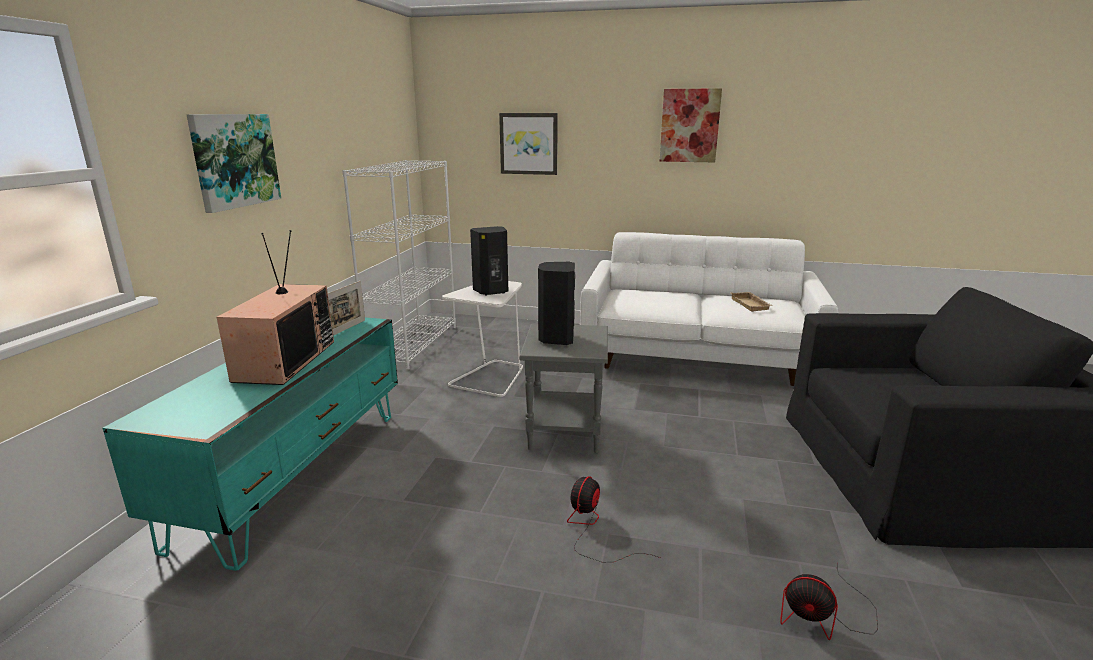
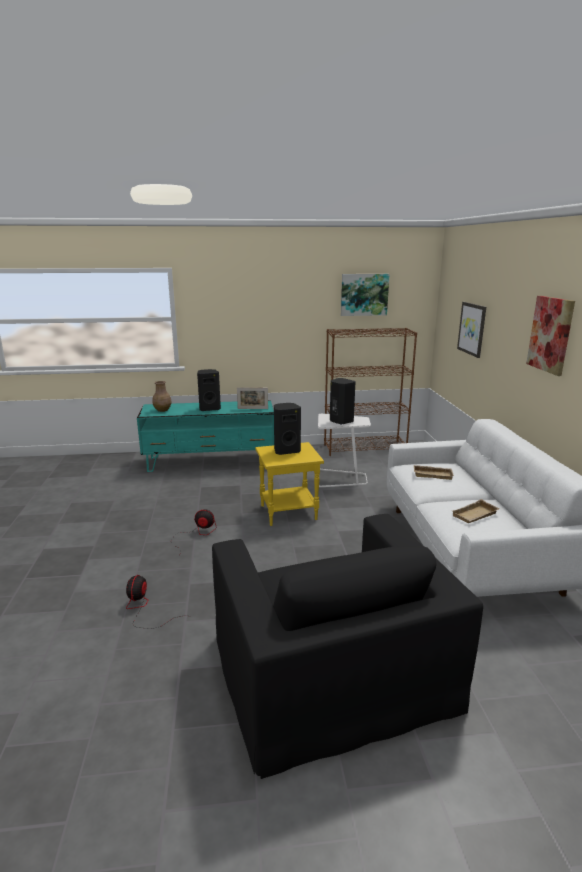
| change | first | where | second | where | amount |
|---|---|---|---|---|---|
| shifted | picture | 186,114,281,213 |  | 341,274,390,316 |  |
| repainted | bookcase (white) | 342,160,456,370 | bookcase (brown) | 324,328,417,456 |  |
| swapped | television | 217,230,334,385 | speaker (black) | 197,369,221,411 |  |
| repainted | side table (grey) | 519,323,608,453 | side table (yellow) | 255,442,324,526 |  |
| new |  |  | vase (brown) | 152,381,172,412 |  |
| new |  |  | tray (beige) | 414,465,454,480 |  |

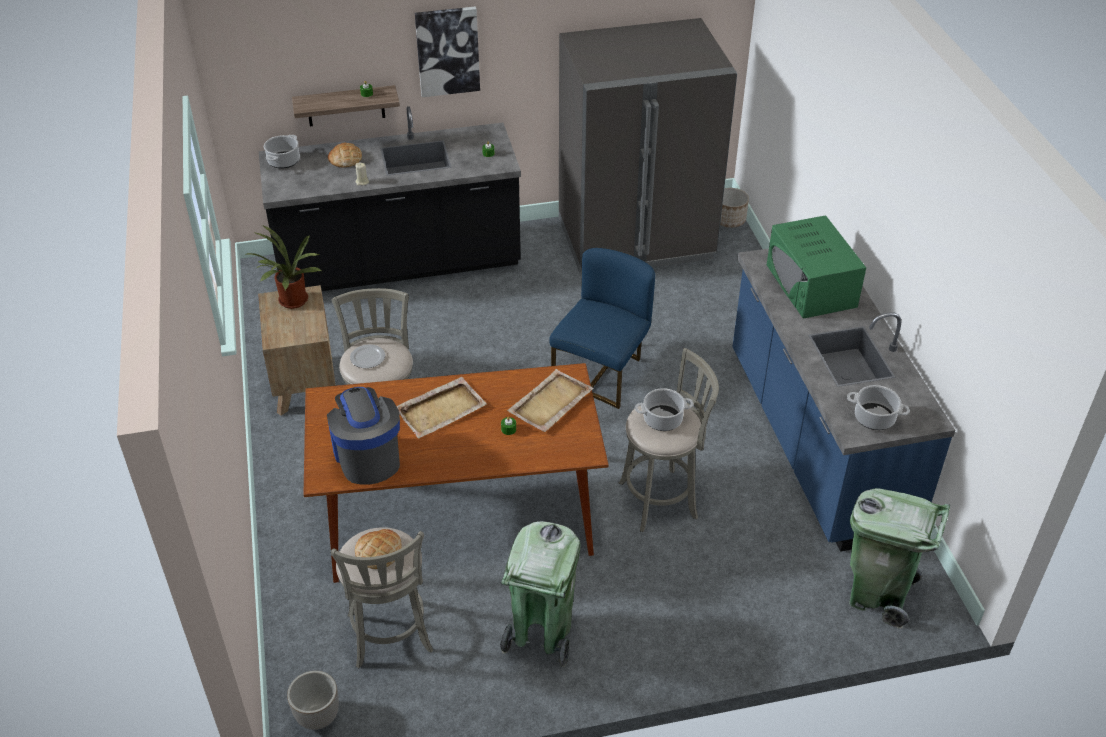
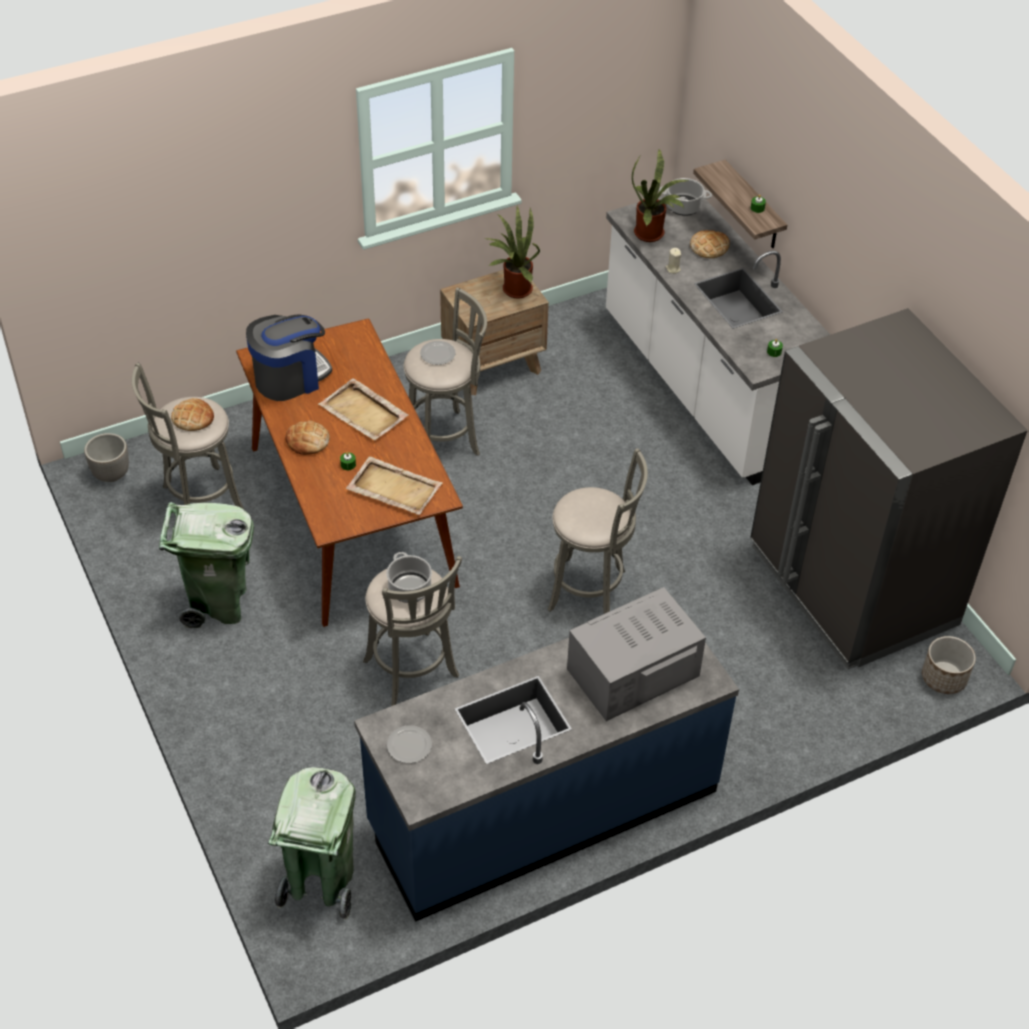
| change | first | where | second | where | amount |
|---|---|---|---|---|---|
| gone | picture | 415,6,480,97 |  |  |  |
| repainted | counter (black) | 259,106,521,291 | counter (white) | 606,195,830,485 |  |
| repainted | microwave (green) | 767,215,866,319 | microwave (grey) | 567,587,706,721 |  |
| swapped | chair (blue) | 549,248,655,409 | stool (grey) | 548,448,648,614 |  |
| swapped | cooking pot | 847,385,910,430 | plate | 387,725,432,763 |  |
| new |  |  | potted plant | 632,148,689,242 |  |
| new |  |  | bread | 285,421,330,455 |  |

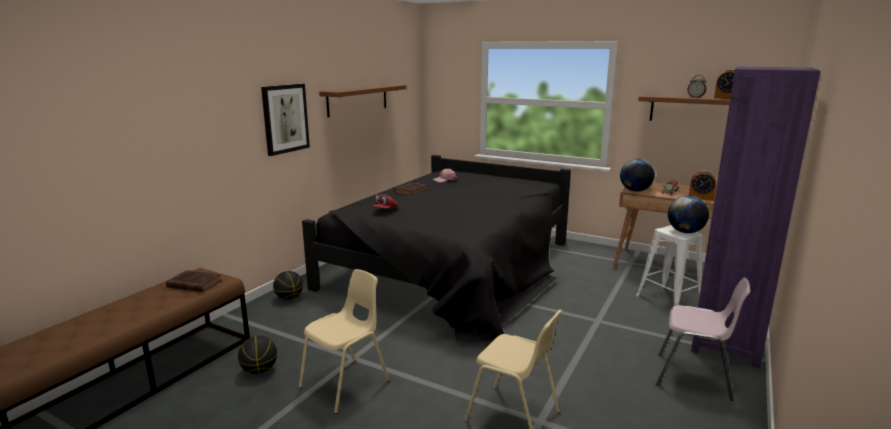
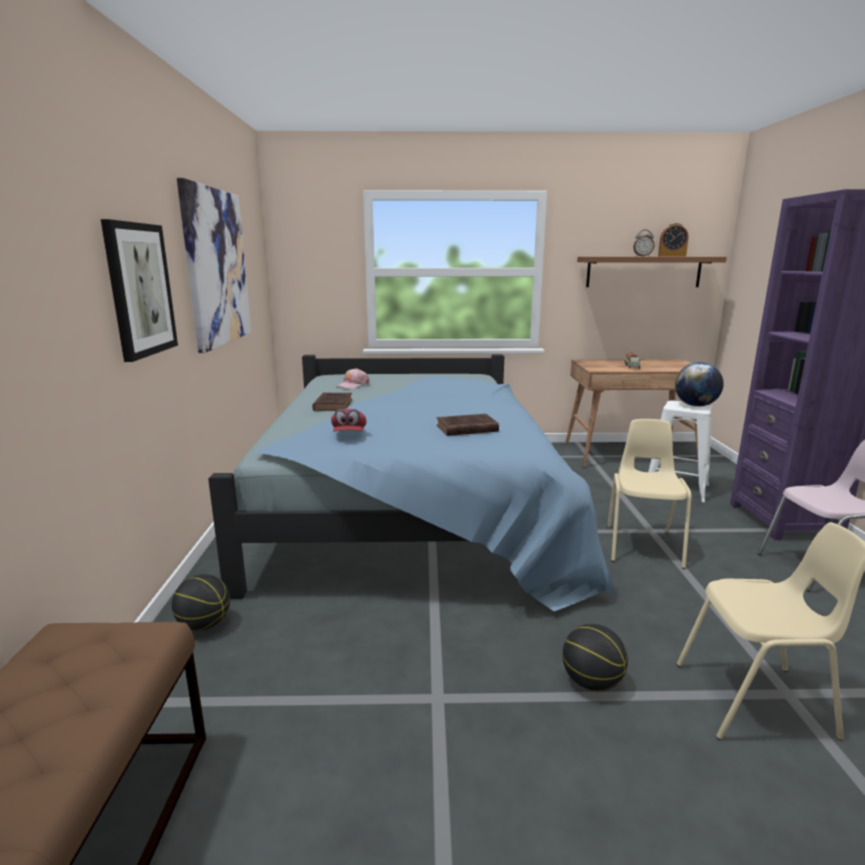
| change | first | where | second | where | amount |
|---|---|---|---|---|---|
| swapped | shelf (brown) | 319,84,406,117 | picture | 177,178,251,353 |  |
| repainted | bed (black) | 302,155,571,341 | bed (blue) | 208,354,615,611 |  |
| gone | globe | 620,159,655,191 |  |  |  |
| gone | alarm clock | 689,170,716,201 |  |  |  |
| shifted | chair (beige) | 299,269,389,414 |  | 607,419,691,569 |  |
| shifted | book (brown) | 166,270,222,292 |  | 437,414,499,436 |  |
| shifted | basketball | 238,336,277,374 |  | 562,624,628,691 |  |

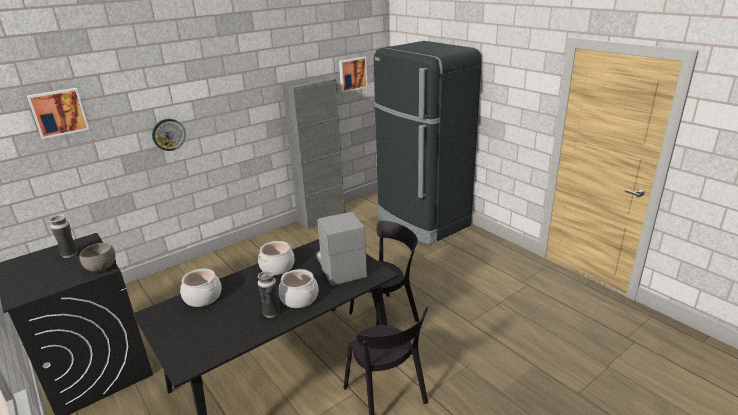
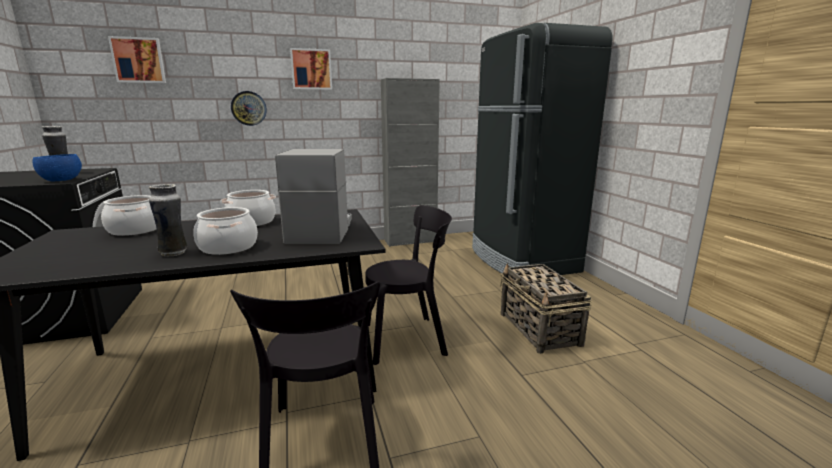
| change | first | where | second | where | amount |
|---|---|---|---|---|---|
| shifted | picture | 339,57,367,93 |  | 290,48,332,90 |  |
| repainted | bowl (grey) | 79,243,116,272 | bowl (blue) | 33,154,82,181 |  |
| new |  |  | basket | 500,263,592,354 |  |

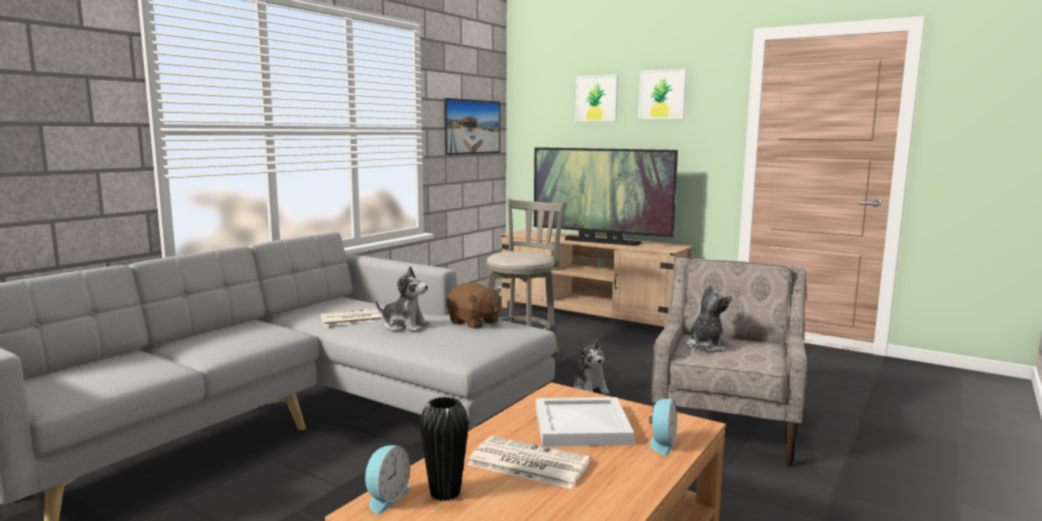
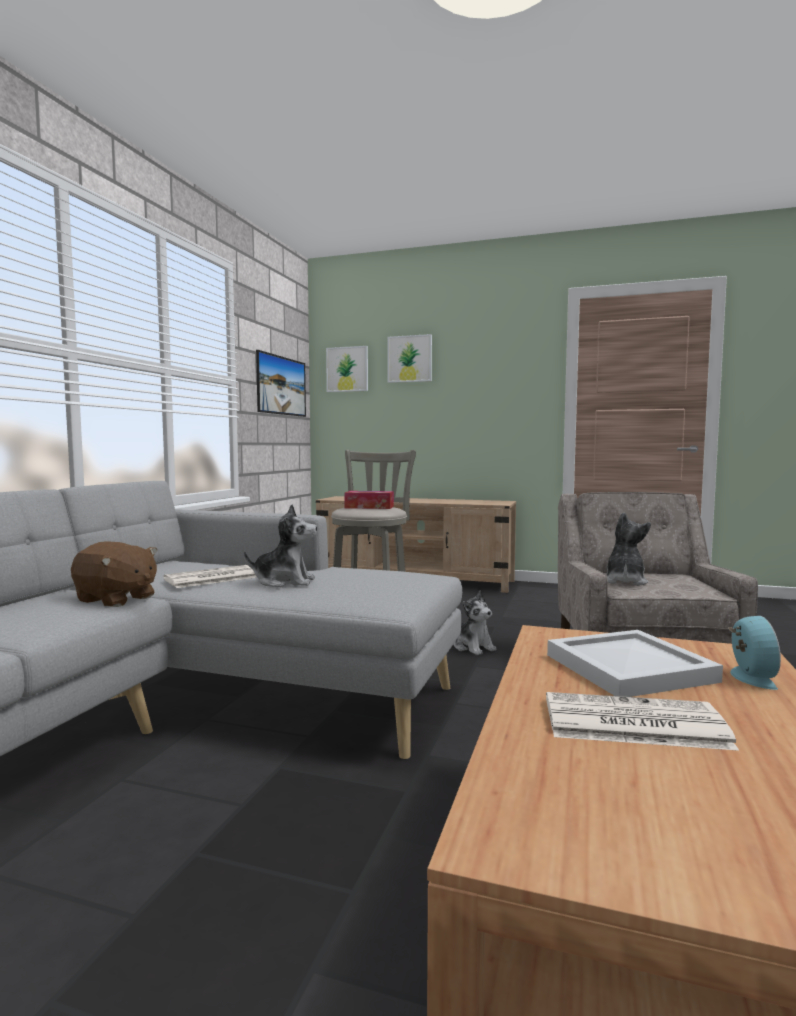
| change | first | where | second | where | amount |
|---|---|---|---|---|---|
| shifted | picture | 638,69,687,119 |  | 326,346,368,392 |  |
| gone | television | 534,147,678,246 |  |  |  |
| shifted | plush toy (brown) | 446,283,501,329 |  | 71,541,157,607 |  |
| gone | vase (black) | 419,397,469,501 |  |  |  |
| gone | alarm clock | 365,445,410,514 |  |  |  |
| new |  |  | tissue box | 344,491,394,509 |  |

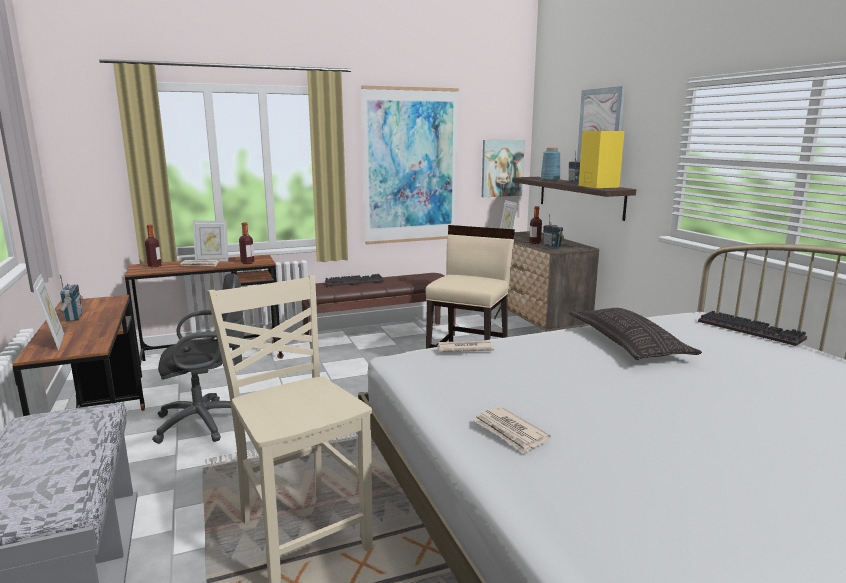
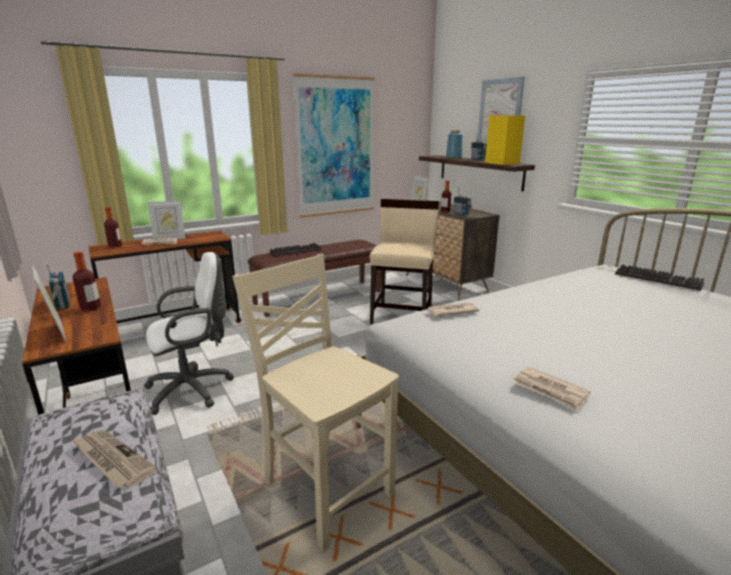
| change | first | where | second | where | amount |
|---|---|---|---|---|---|
| gone | picture | 482,140,525,197 |  |  |  |
| shifted | bottle | 239,222,255,264 |  | 72,252,101,312 |  |
| repainted | office chair (black) | 152,273,244,444 | office chair (white) | 144,252,234,415 |  |
| gone | pillow | 569,308,702,360 |  |  |  |
| new |  |  | newspaper | 72,430,158,488 |  |

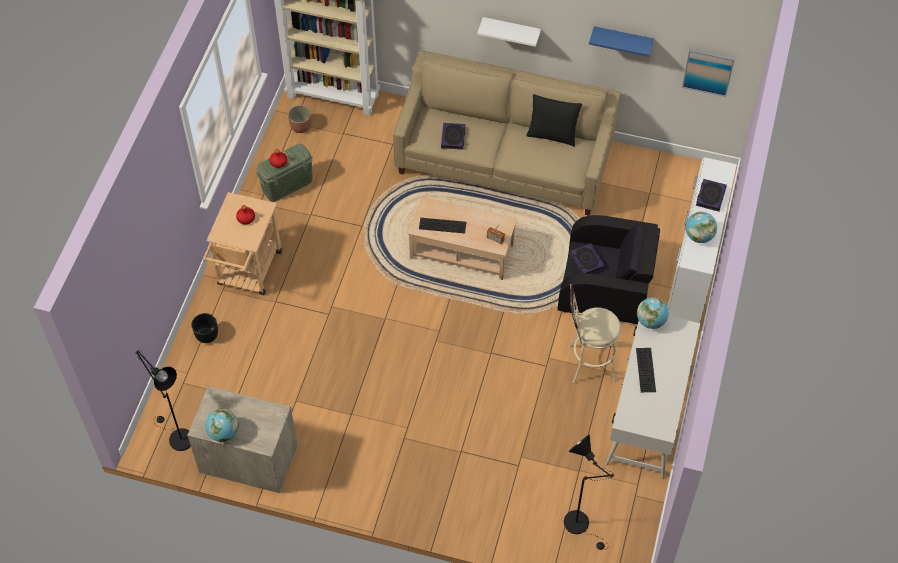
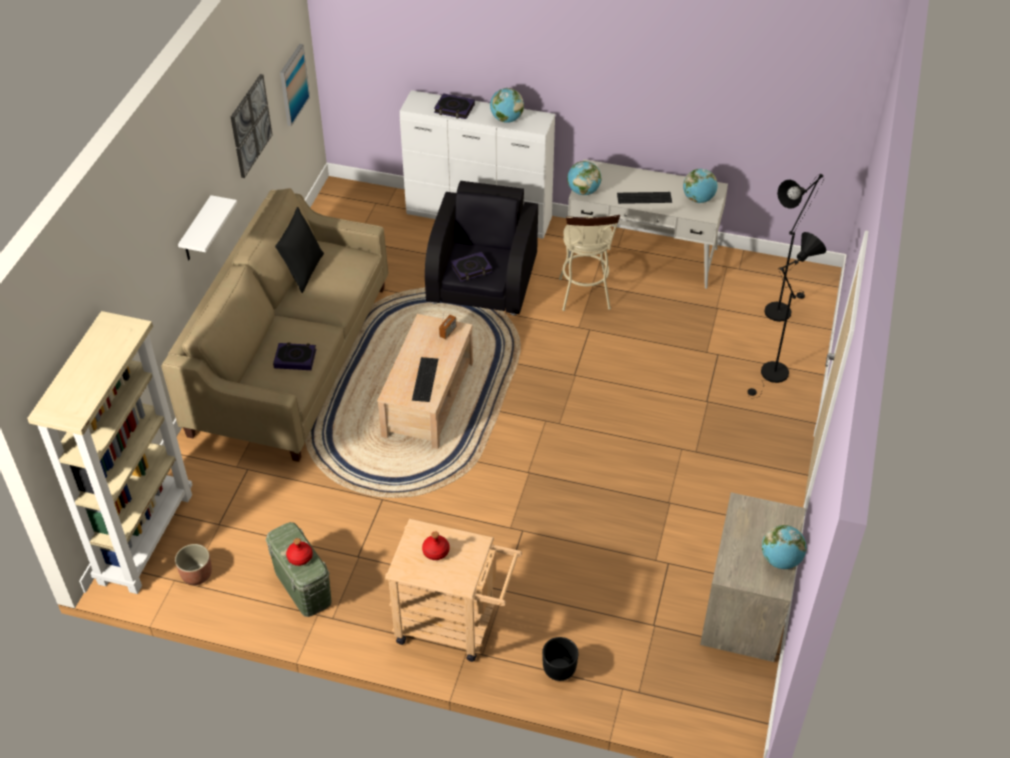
| change | first | where | second | where | amount |
|---|---|---|---|---|---|
| swapped | shelf (blue) | 589,26,654,57 | picture | 231,74,272,178 |  |
| shifted | floor lamp (black) | 136,350,191,451 |  | 747,232,826,399 |  |
| new |  |  | globe | 683,169,718,203 |  |

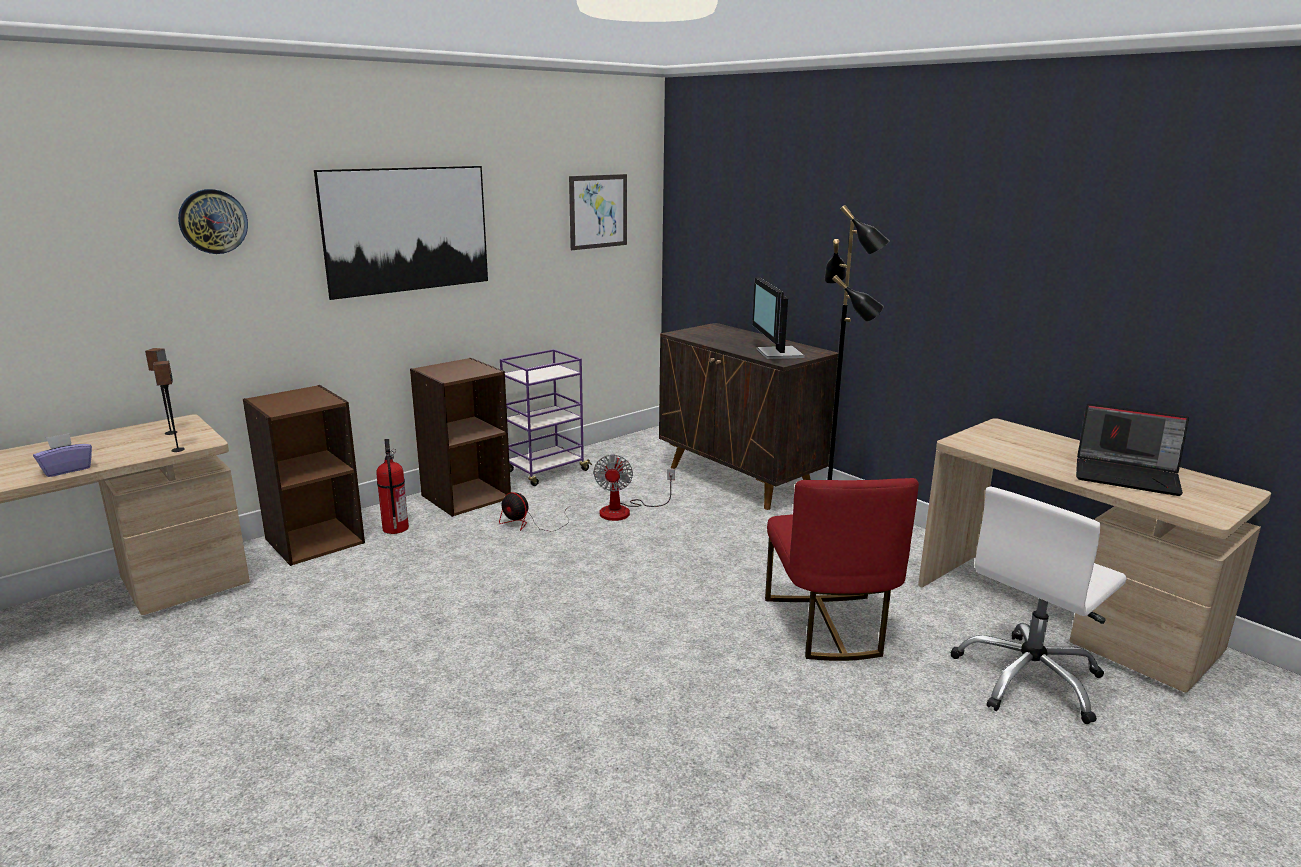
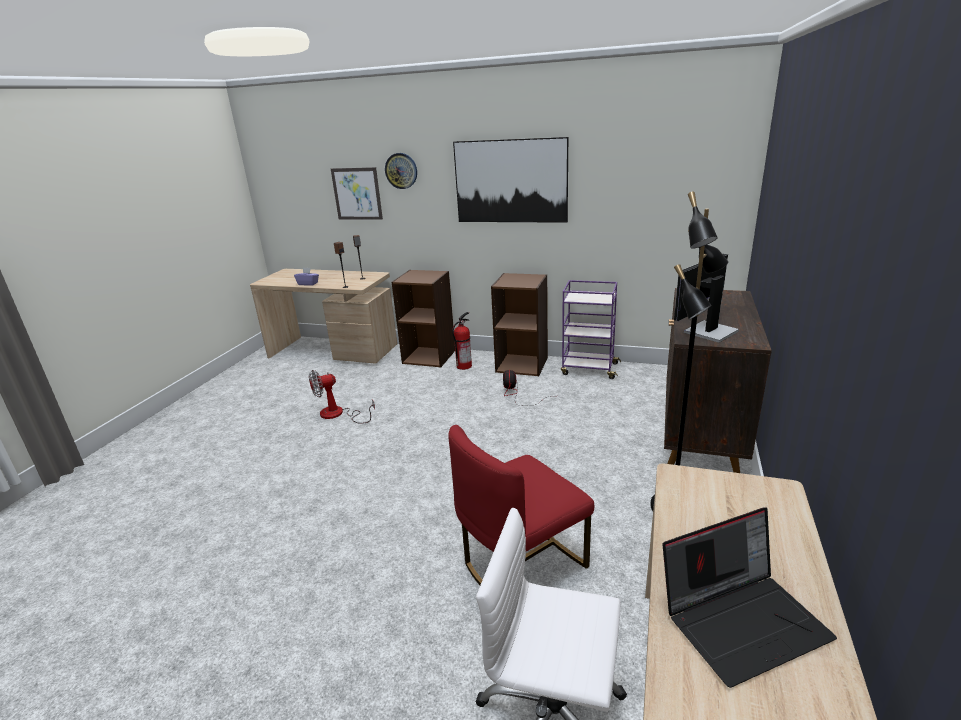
| change | first | where | second | where | amount |
|---|---|---|---|---|---|
| shifted | picture | 569,174,627,250 |  | 331,167,383,220 |  |
| rotated | laptop | 1076,404,1189,496 |  | 663,507,837,688 | 105 degrees counterclockwise |
| shifted | fan | 593,454,675,521 |  | 309,370,375,424 |  |

